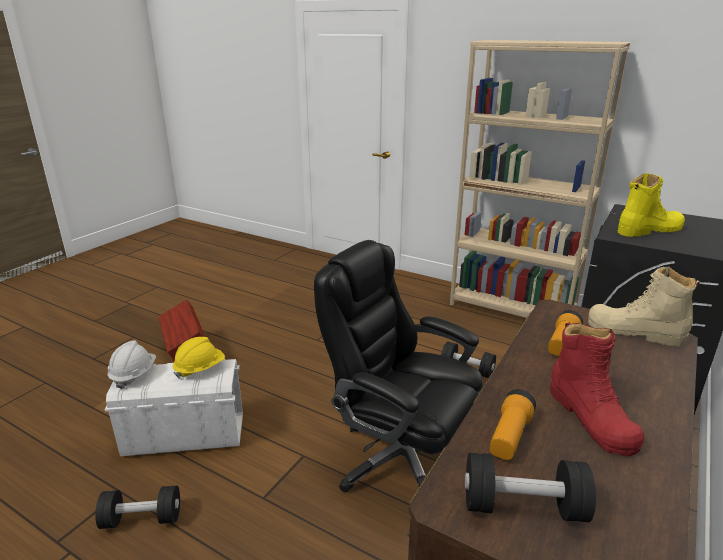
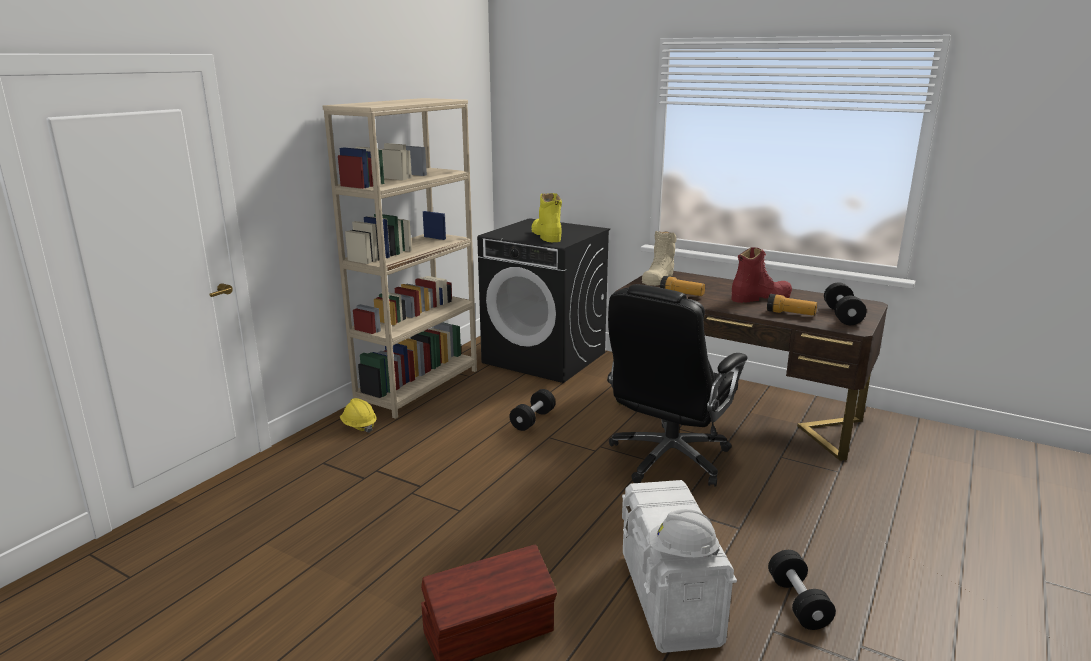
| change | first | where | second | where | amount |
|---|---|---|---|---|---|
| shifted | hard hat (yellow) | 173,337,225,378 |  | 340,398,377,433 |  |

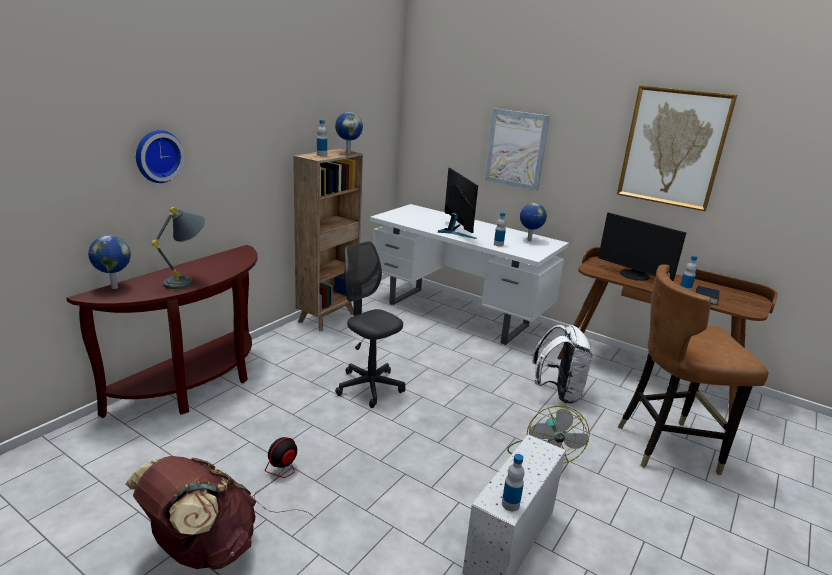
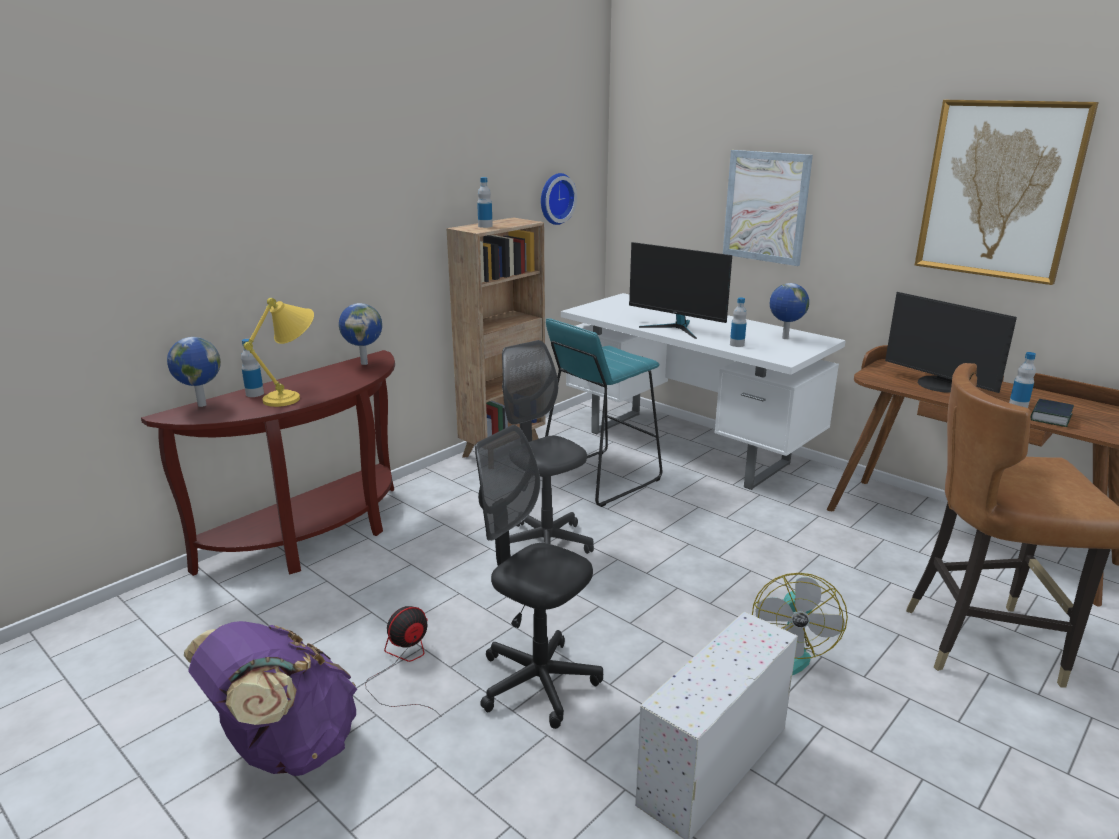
| change | first | where | second | where | amount |
|---|---|---|---|---|---|
| shifted | globe | 335,112,363,154 |  | 339,303,382,365 |  |
| shifted | wall clock | 136,130,185,183 |  | 541,173,577,225 |  |
| rotated | monitor | 438,168,478,239 |  | 629,242,732,339 | 135 degrees clockwise |
| repainted | table lamp (grey) | 151,207,205,289 | table lamp (yellow) | 243,298,314,407 |  |
| gone | backpack (white) | 532,325,593,404 |  |  |  |
| shifted | bottle | 502,454,525,511 |  | 241,339,264,397 |  |
| repainted | backpack (brown) | 126,456,256,570 | backpack (purple) | 184,621,357,776 |  |
| new |  |  | stool (turquoise) | 545,318,662,507 |  |
| new |  |  | office chair (black) | 475,425,603,729 |  |

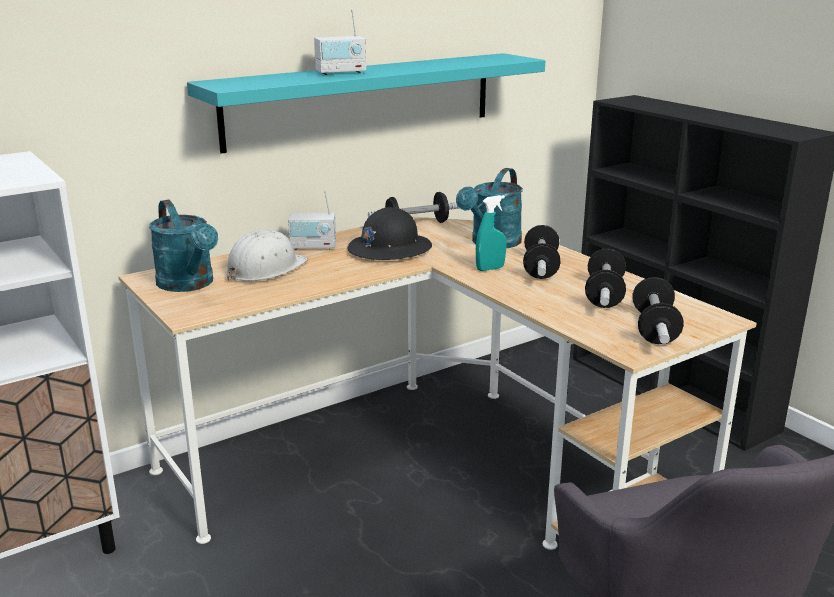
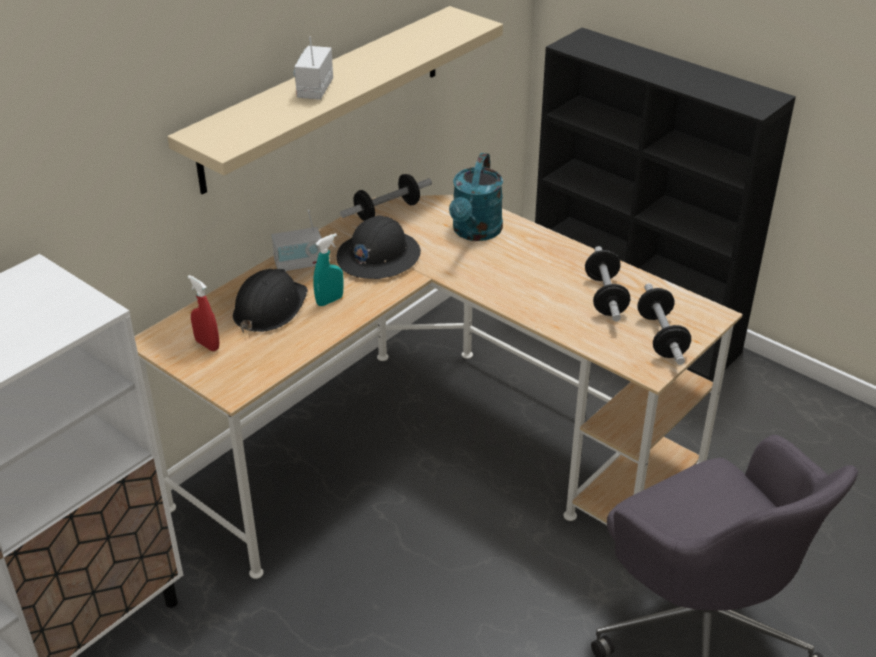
| change | first | where | second | where | amount |
|---|---|---|---|---|---|
| rotated | radio | 314,9,366,75 |  | 294,37,333,100 | 135 degrees clockwise |
| repainted | shelf (turquoise) | 187,53,545,154 | shelf (beige) | 167,6,503,195 |  |
| shifted | spray bottle (turquoise) | 476,195,506,271 |  | 313,233,344,306 |  |
| swapped | watering can (turquoise) | 149,200,218,292 | spray bottle (red) | 188,275,220,351 |  |
| gone | dumbbell | 523,225,561,279 |  |  |  |
| repainted | hard hat (white) | 226,230,308,281 | hard hat (black) | 233,269,308,333 |  |

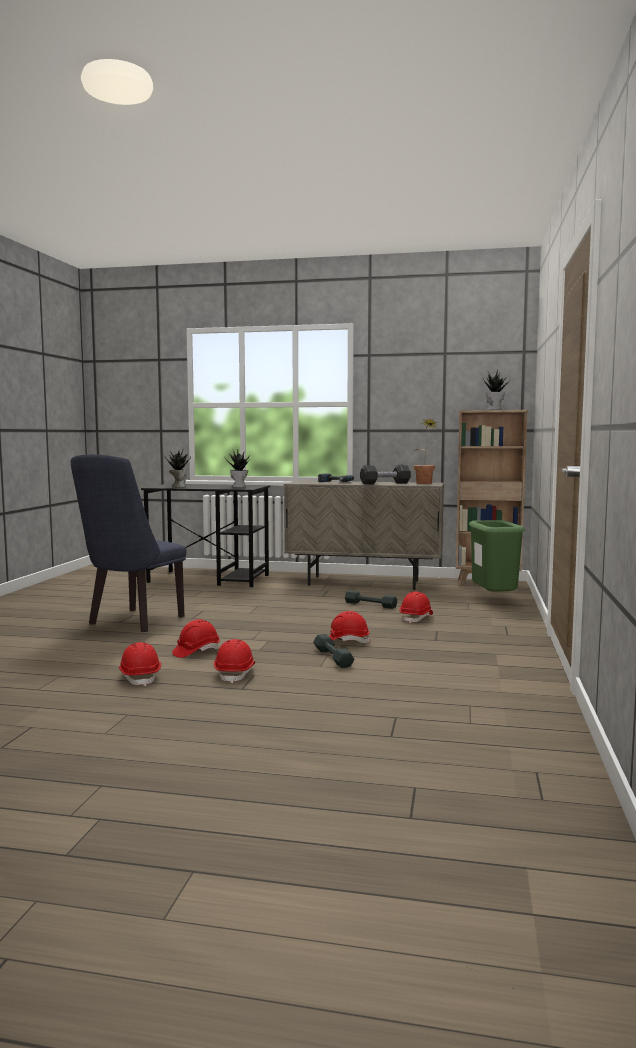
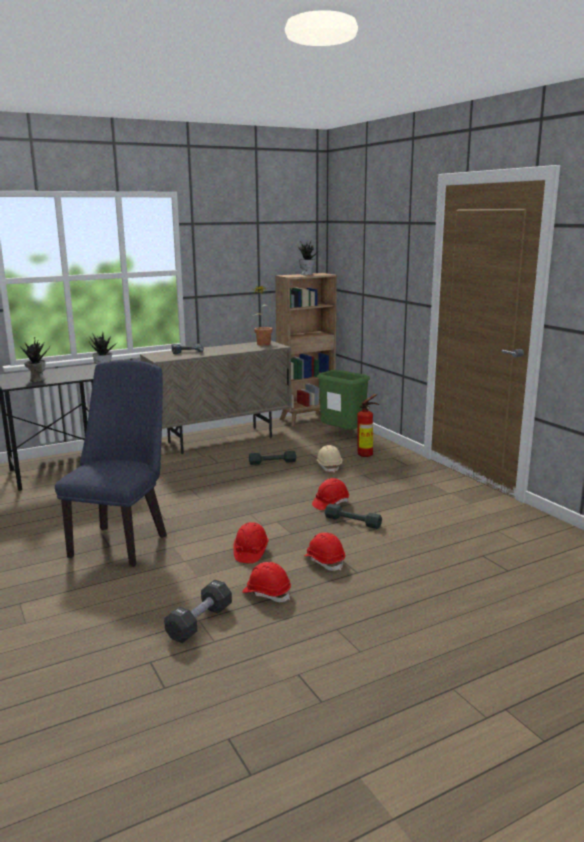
| change | first | where | second | where | amount |
|---|---|---|---|---|---|
| rotated | chair (blue) | 71,454,186,632 |  | 55,360,167,567 | 150 degrees counterclockwise |
| shifted | dumbbell (black) | 360,465,411,485 |  | 164,580,232,643 |  |
| repainted | hard hat (red) | 399,591,433,623 | hard hat (beige) | 316,445,342,473 |  |
| new |  |  | fire extinguisher | 357,394,379,457 |  |

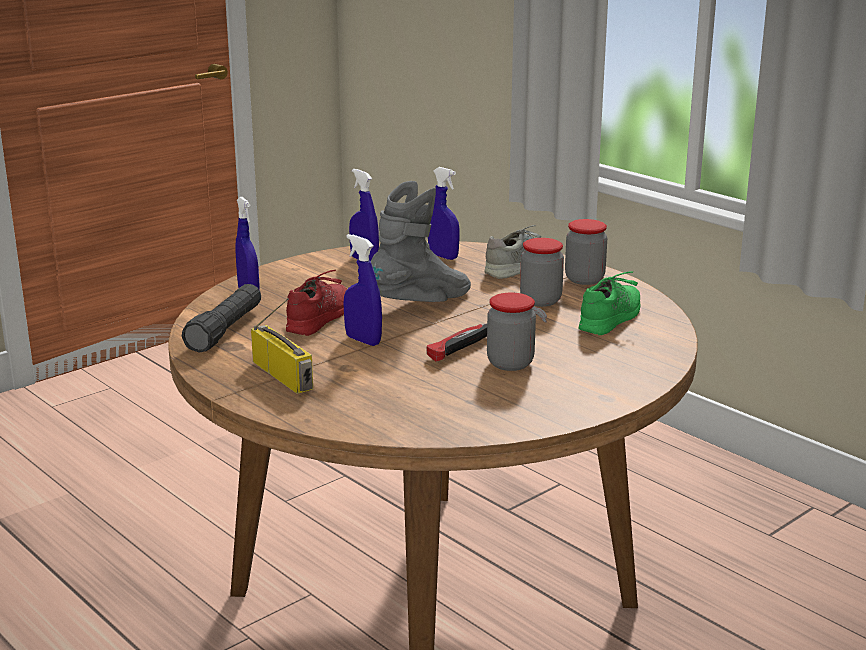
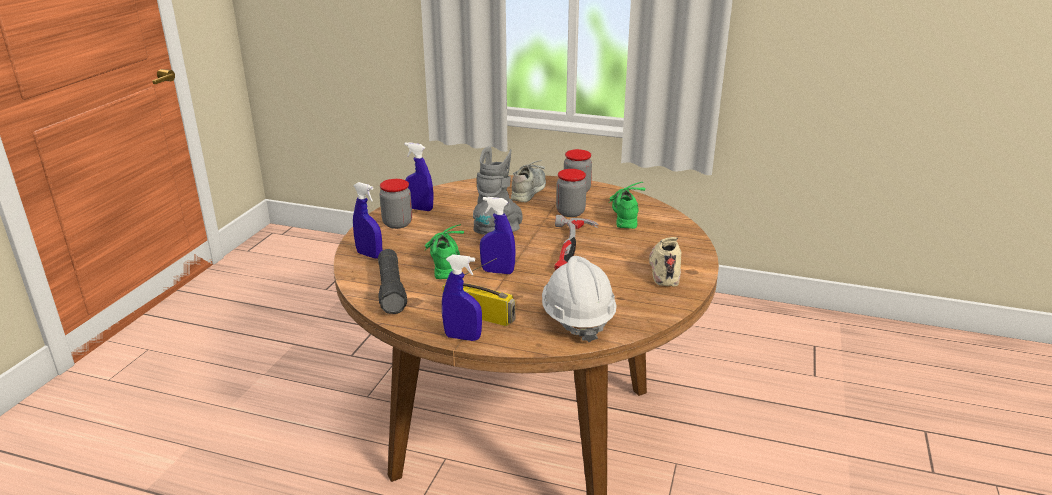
| change | first | where | second | where | amount |
|---|---|---|---|---|---|
| shifted | spray bottle (blue) | 428,167,460,260 |  | 442,254,482,341 |  |
| repainted | shoe (red) | 286,270,347,336 | shoe (green) | 425,224,464,279 |  |
| shifted | jar | 487,293,536,371 |  | 379,179,412,229 |  |
| new |  |  | shoe (beige) | 649,237,681,287 |  |
| new |  |  | hard hat (white) | 542,256,617,342 |  |

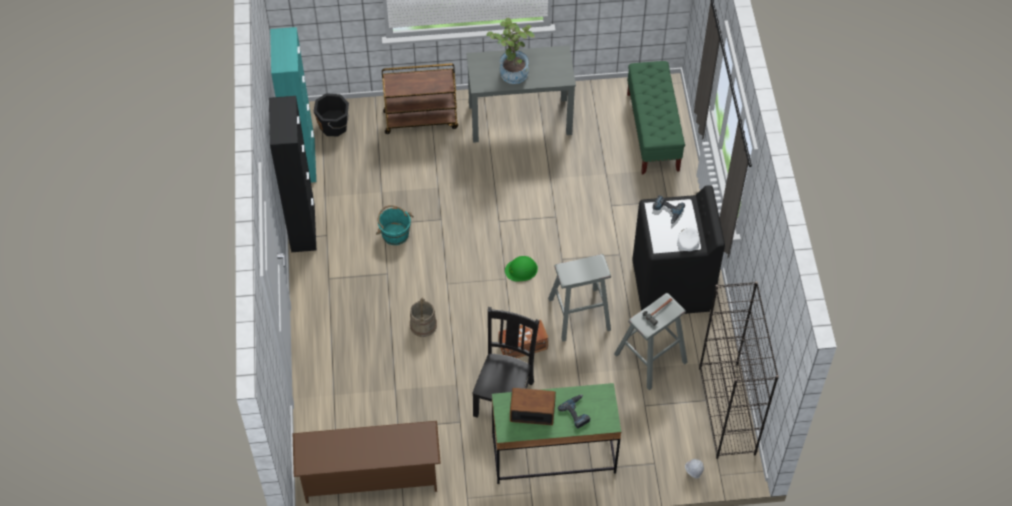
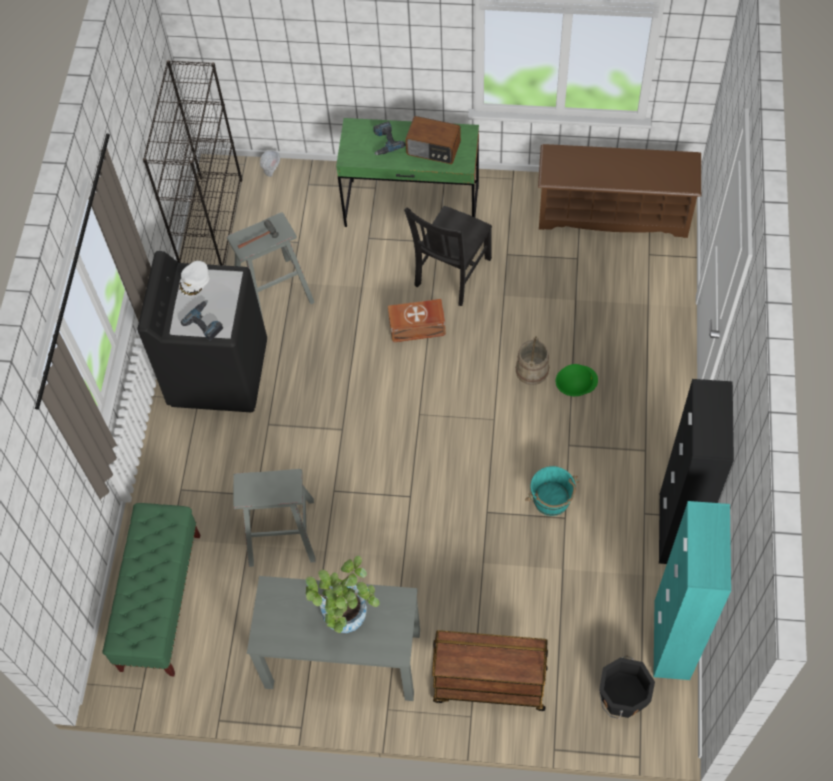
| change | first | where | second | where | amount |
|---|---|---|---|---|---|
| shifted | stool (grey) | 548,254,611,342 |  | 233,469,315,567 |  |
| shifted | hard hat (green) | 505,256,538,282 |  | 556,364,598,396 |  |

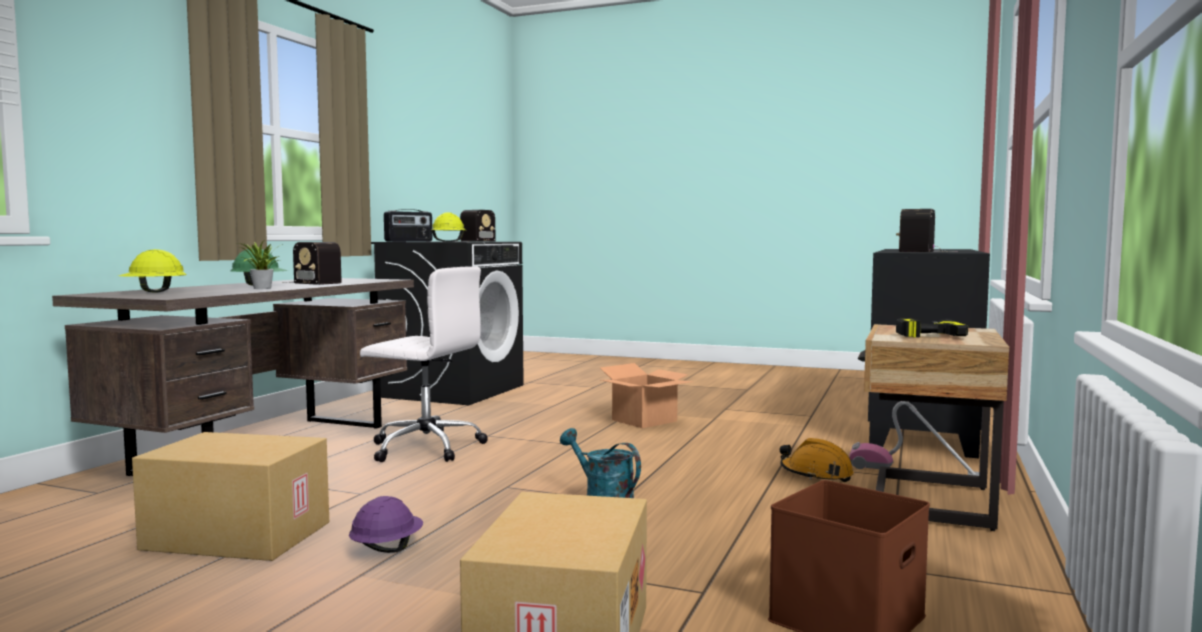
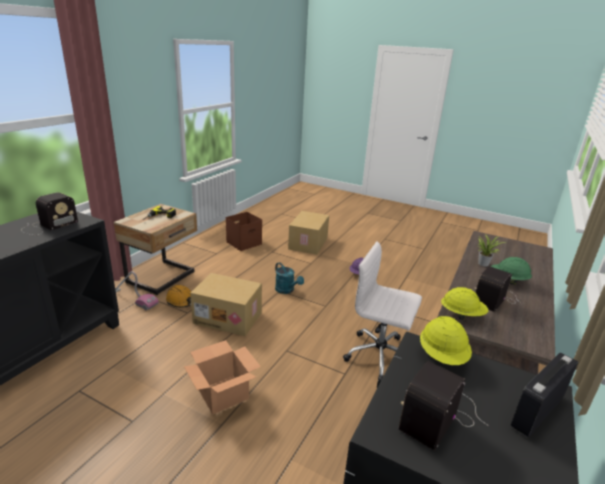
| change | first | where | second | where | amount |
|---|---|---|---|---|---|
| rotated | radio | 282,242,342,285 |  | 474,266,524,312 | 90 degrees counterclockwise |
| shifted | hard hat (yellow) | 119,249,186,292 |  | 441,287,489,320 |  |
| shifted | cardboard box | 132,432,329,561 |  | 190,273,262,336 |  |

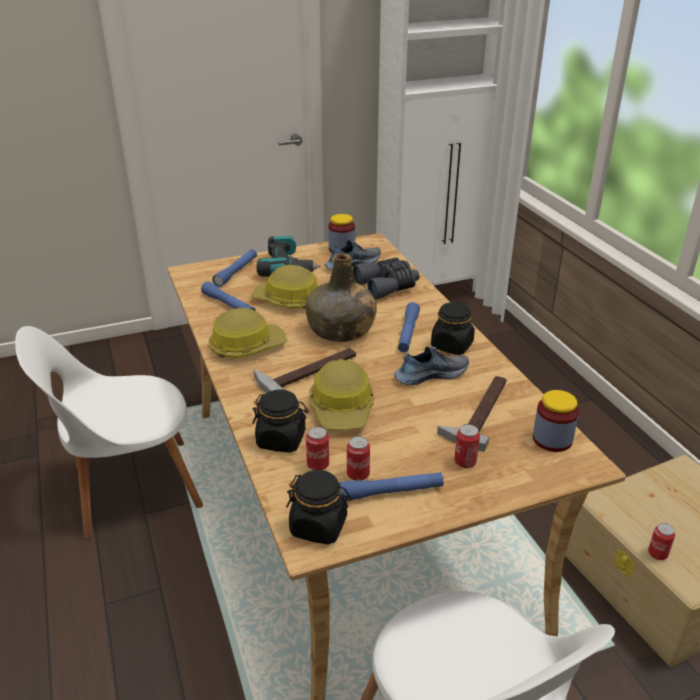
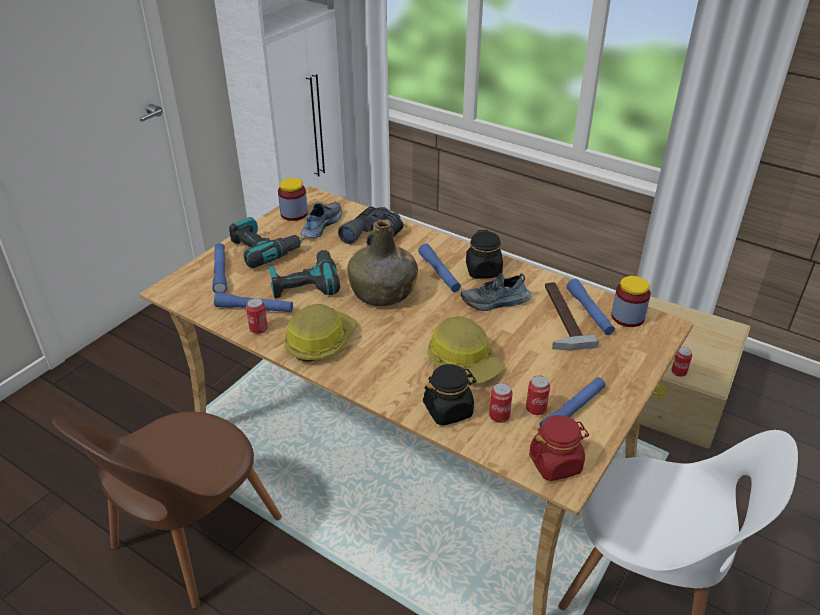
| change | first | where | second | where | amount |
|---|---|---|---|---|---|
| swapped | hard hat | 251,265,317,309 | power drill | 268,250,340,298 |  |
| repainted | chair (white) | 15,326,203,539 | chair (brown) | 52,412,282,608 |  |
| rotated | shoe | 394,346,469,385 |  | 461,273,531,311 | 135 degrees counterclockwise |
| gone | hammer | 254,348,356,393 |  |  |  |
| shifted | can | 454,424,480,468 |  | 246,298,268,334 |  |
| repainted | jar (black) | 286,470,351,545 | jar (red) | 529,415,589,481 |  |
| new |  |  | flashlight (blue) | 566,279,615,335 |  |

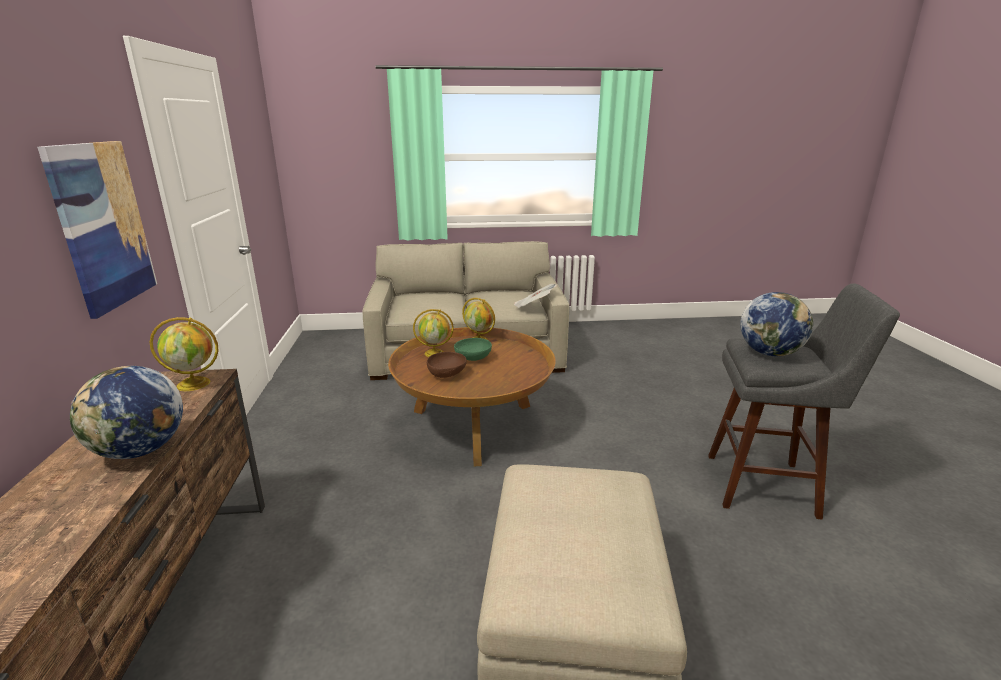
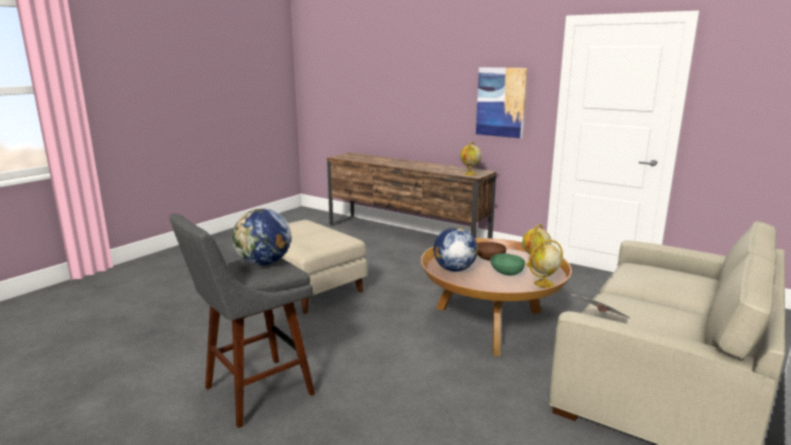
| change | first | where | second | where | amount |
|---|---|---|---|---|---|
| shifted | globe | 70,366,183,459 |  | 433,227,478,271 |  |

